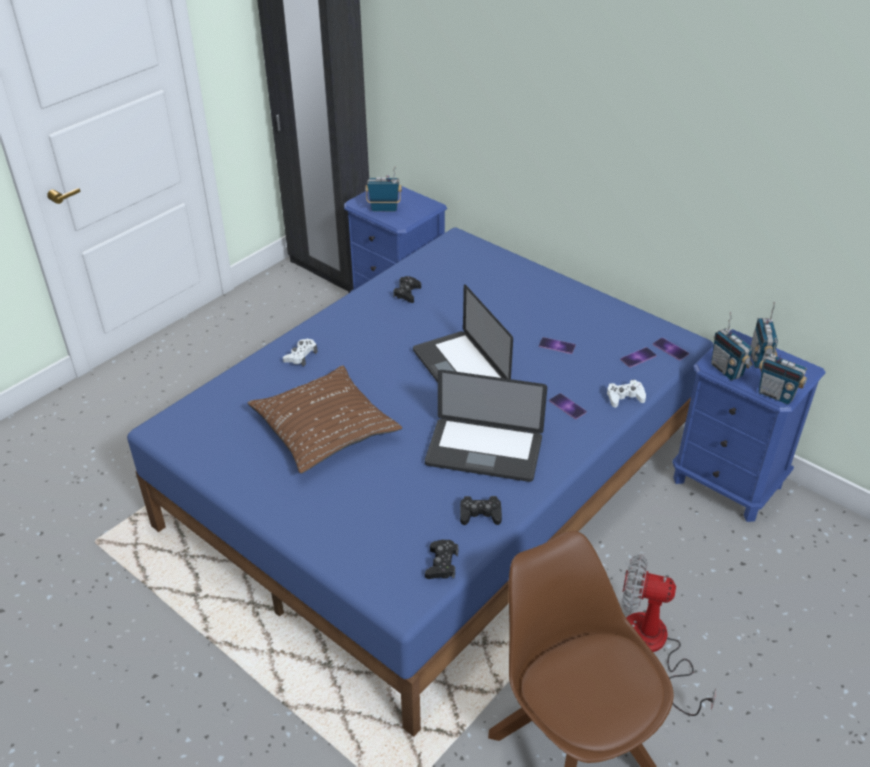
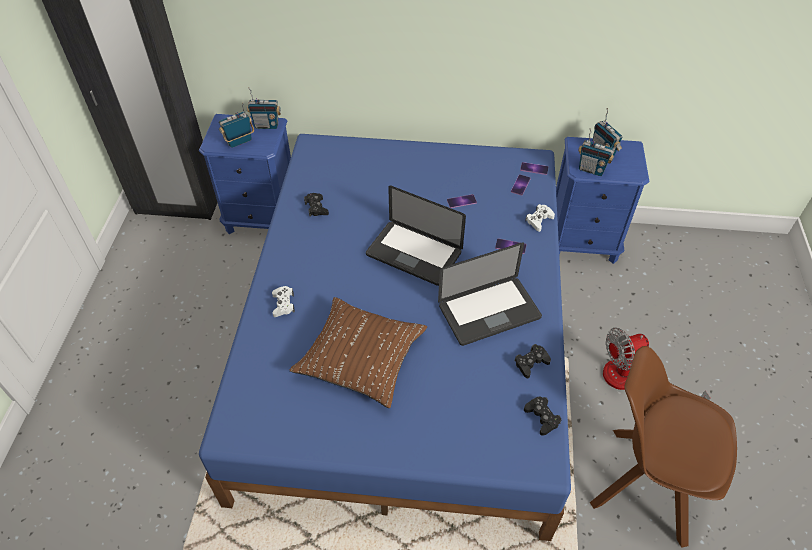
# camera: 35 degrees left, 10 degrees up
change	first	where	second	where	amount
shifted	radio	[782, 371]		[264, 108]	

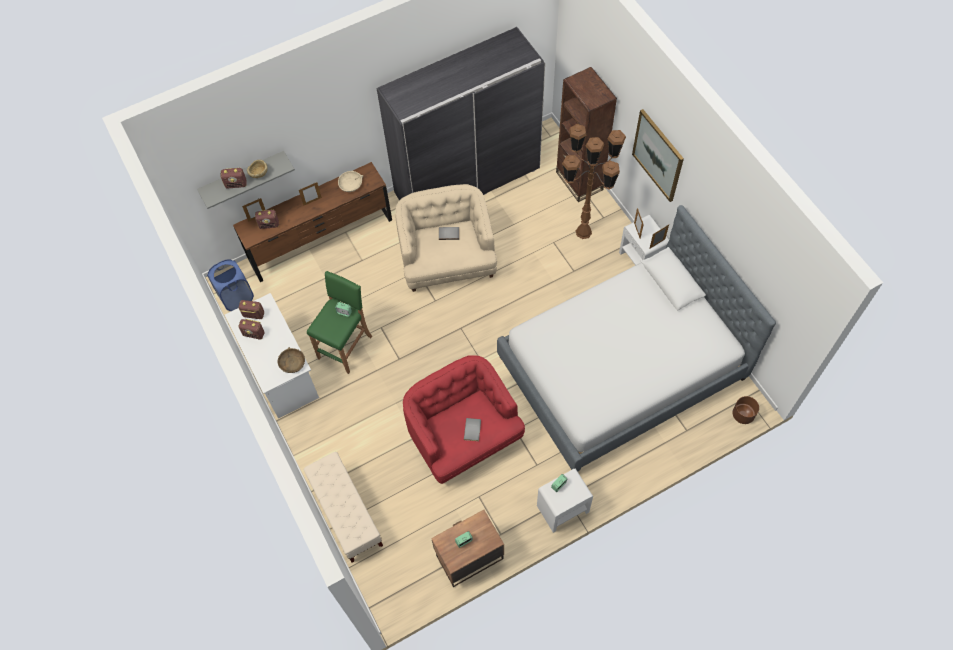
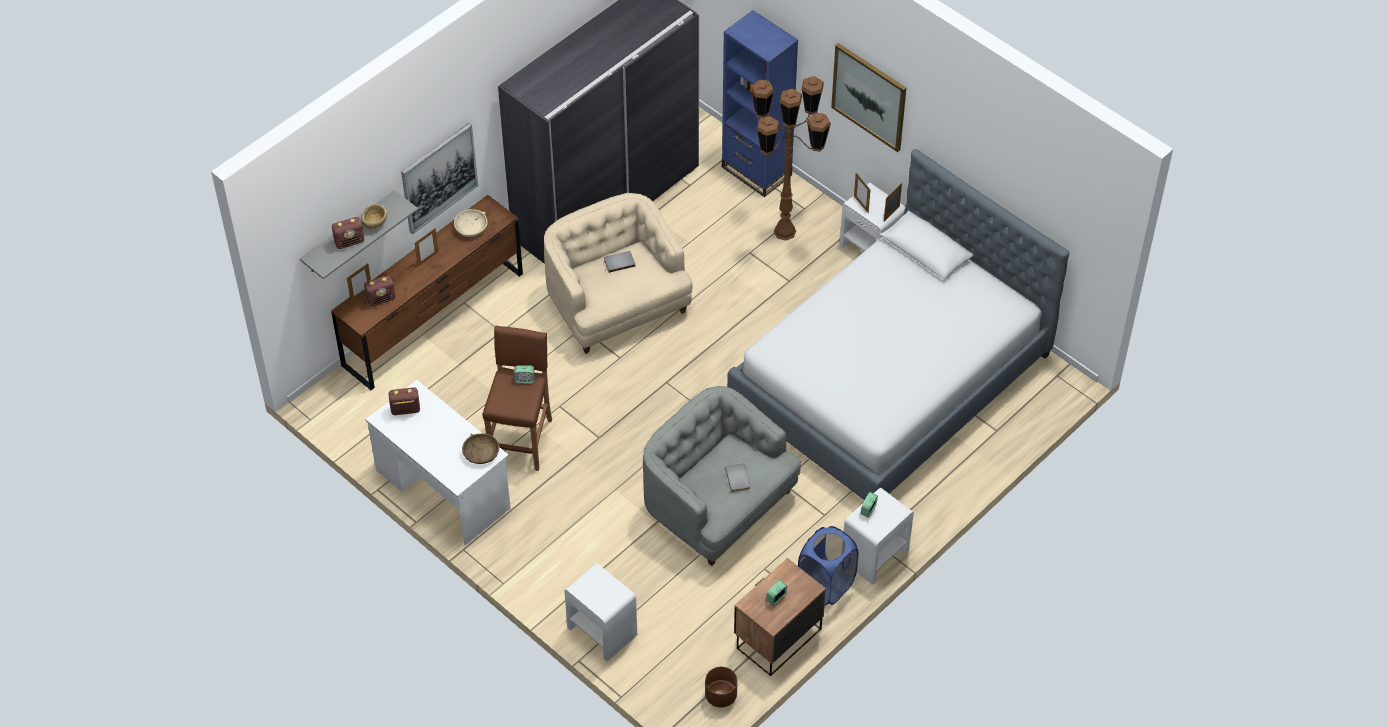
# camera: 20 degrees left, 10 degrees down
change	first	where	second	where	amount
shifted	blue_laundry_basket	[230, 285]		[828, 566]	
gone	radio	[251, 329]			
swapped	beige_bench	[343, 507]	white_nightstand	[600, 612]	
repainted	green_stool	[339, 322]	brown_stool	[517, 398]	
repainted	red_armchair	[464, 419]	grey_armchair	[722, 476]	
repainted	brown_bookcase	[586, 134]	blue_bookcase	[760, 103]	
shifted	brown_planter	[745, 410]		[721, 687]	
new			picture	[439, 178]	

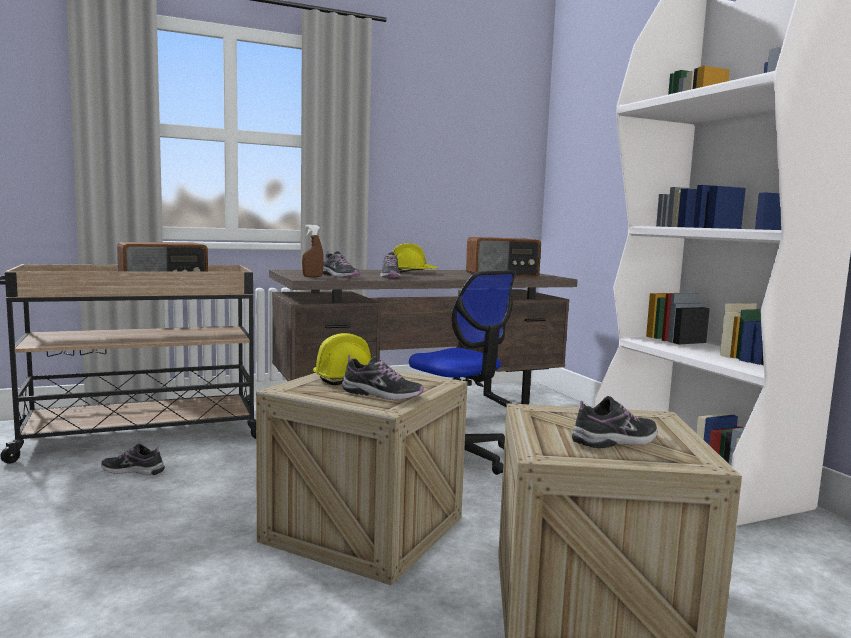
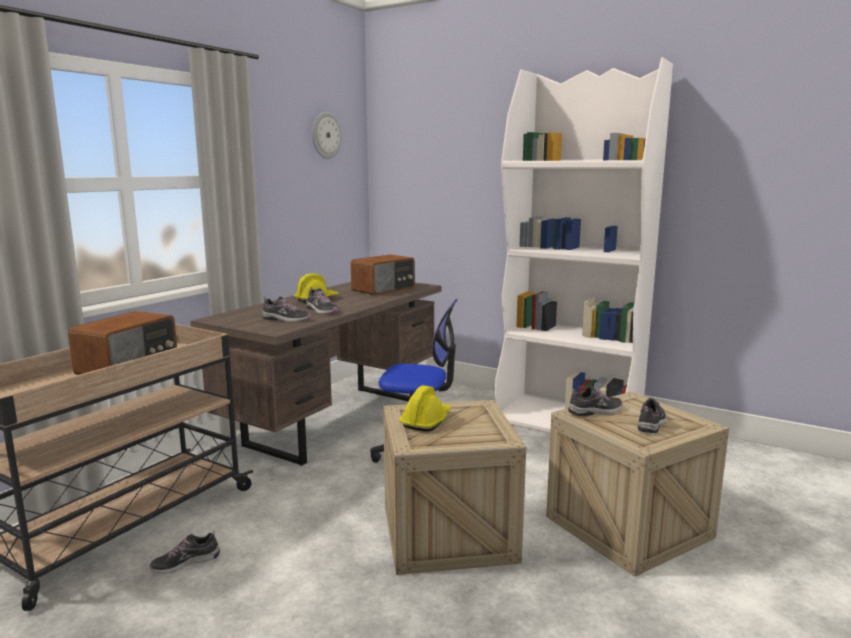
# camera: 35 degrees left, 5 degrees up
change	first	where	second	where	amount
gone	brown_spray_bottle	[313, 250]			
shifted	shoe	[383, 377]		[595, 400]	
new			wall_clock	[327, 135]	

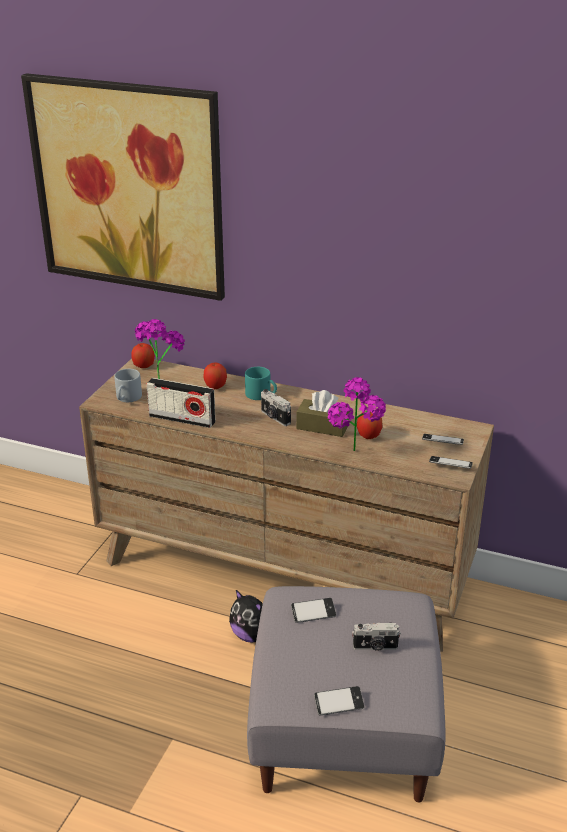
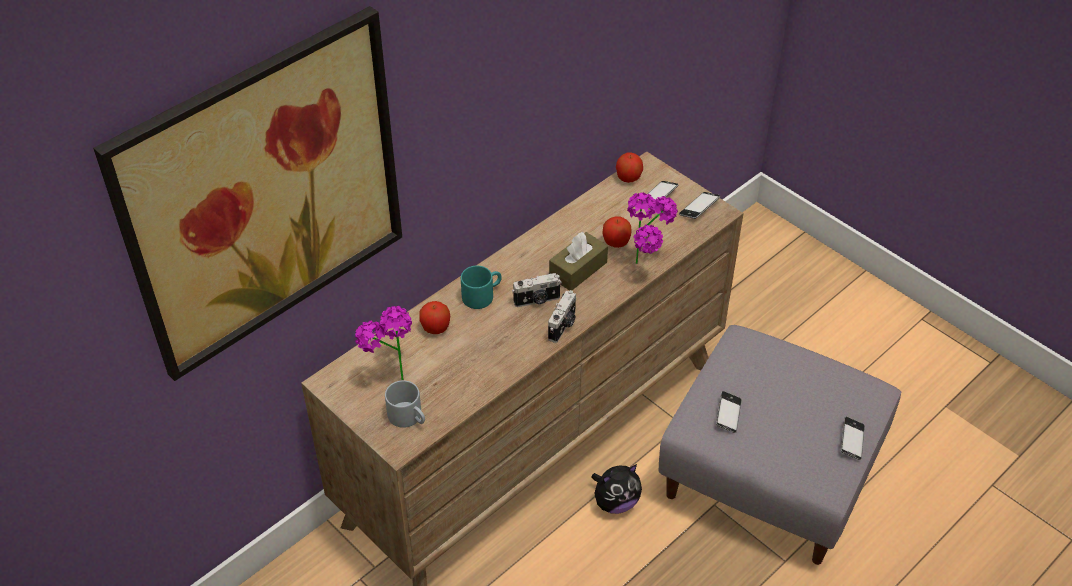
# camera: 65 degrees left, 15 degrees up
change	first	where	second	where	amount
shifted	apple	[143, 355]		[629, 167]	
gone	radio	[180, 403]			
shifted	photo_camera	[376, 637]		[562, 316]	

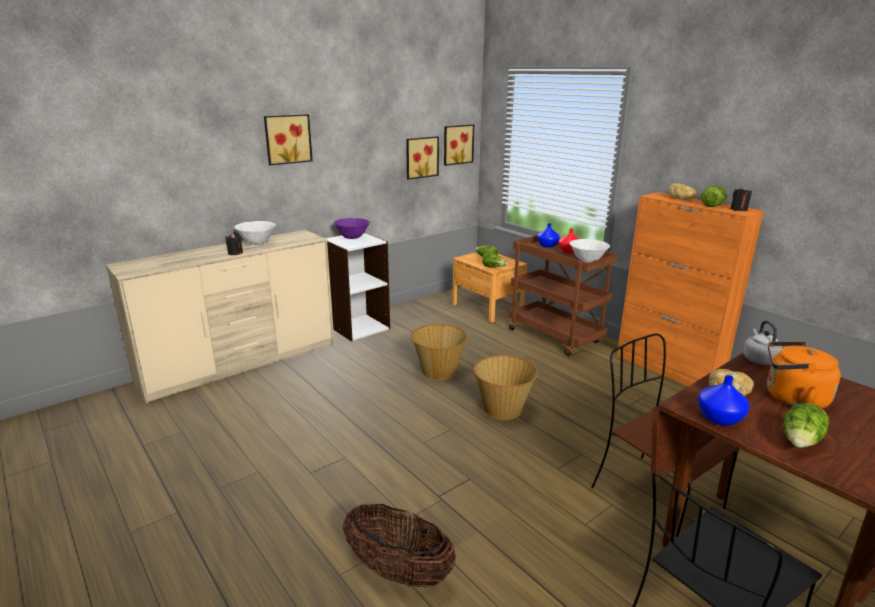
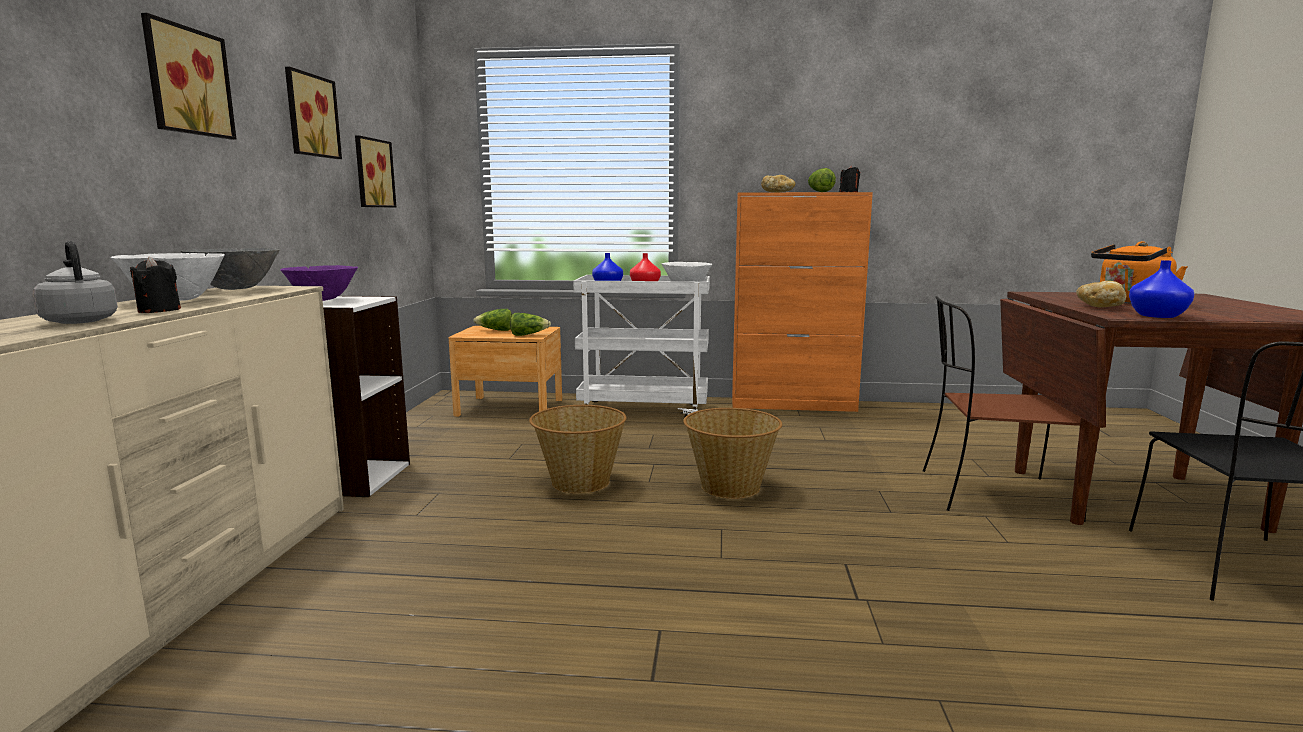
# camera: 45 degrees left, 10 degrees down
change	first	where	second	where	amount
gone	basket	[399, 545]			
shifted	picture	[459, 145]		[313, 113]	
repainted	brown_cart	[563, 295]	white_cart	[641, 346]	
shifted	grey_kettle	[762, 343]		[75, 282]	
gone	lettuce	[806, 425]			
new			grey_bowl	[230, 269]	

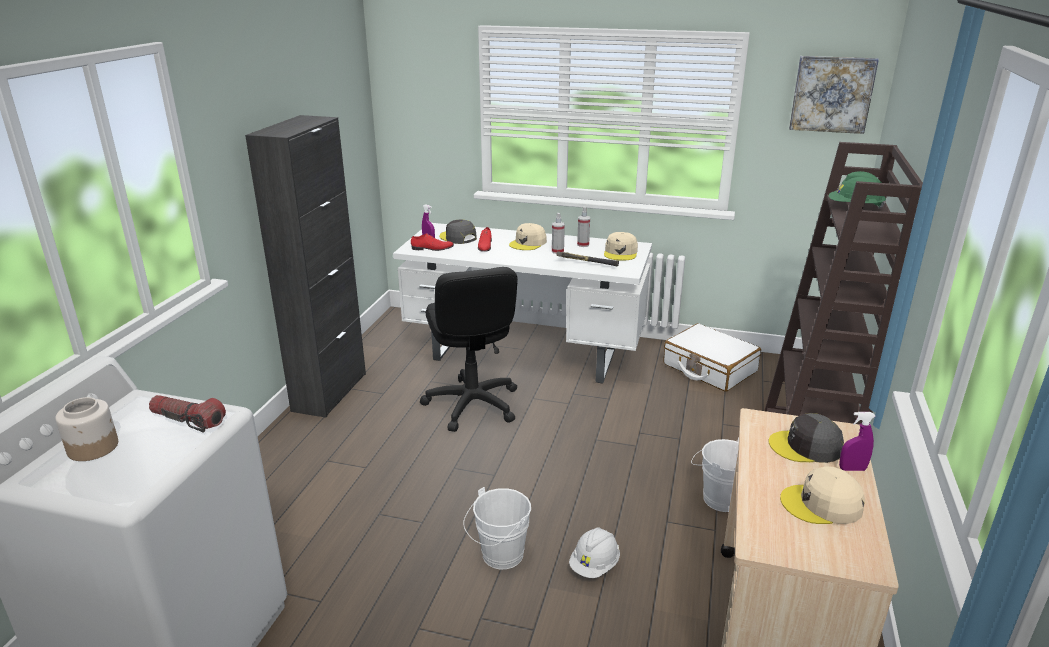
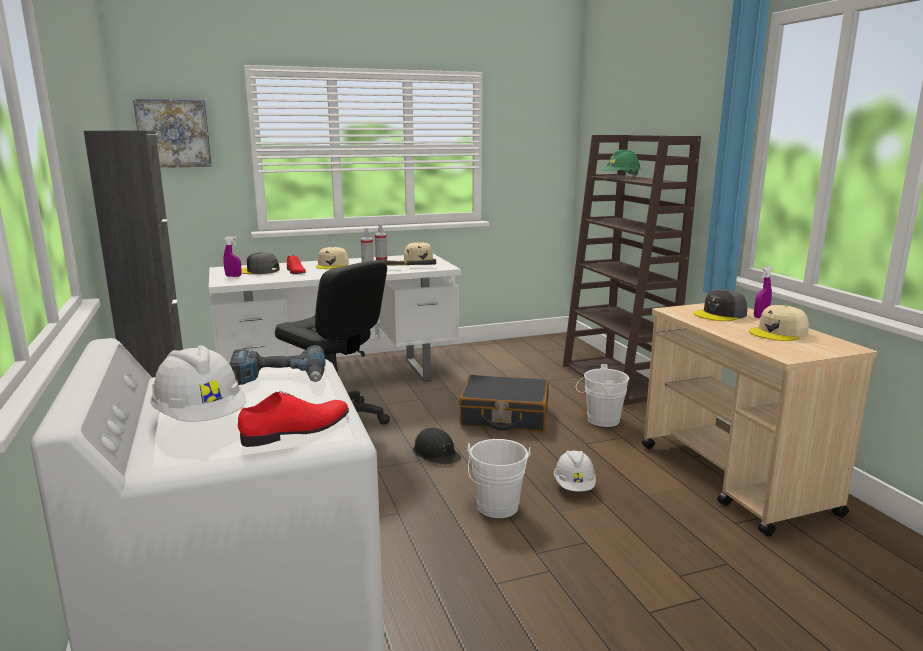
# camera: 35 degrees left, 10 degrees down
change	first	where	second	where	amount
swapped	jar	[86, 429]	white_hard_hat	[198, 383]	
swapped	flashlight	[187, 414]	power_drill	[278, 365]	
shifted	red_shoe	[432, 242]		[293, 419]	
gone	white_suitcase	[712, 357]			
shifted	picture	[834, 95]		[172, 133]	
new			black_hard_hat	[437, 446]	
new			black_suitcase	[504, 403]	

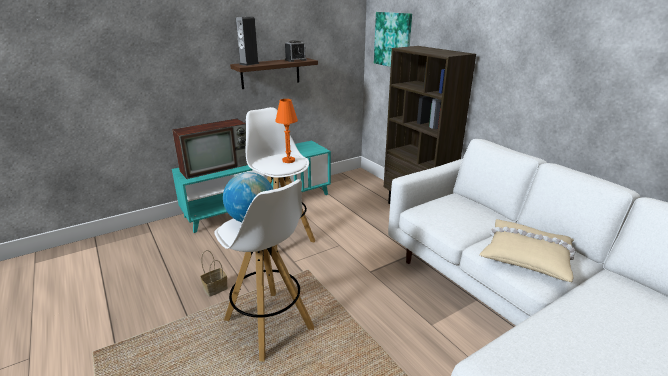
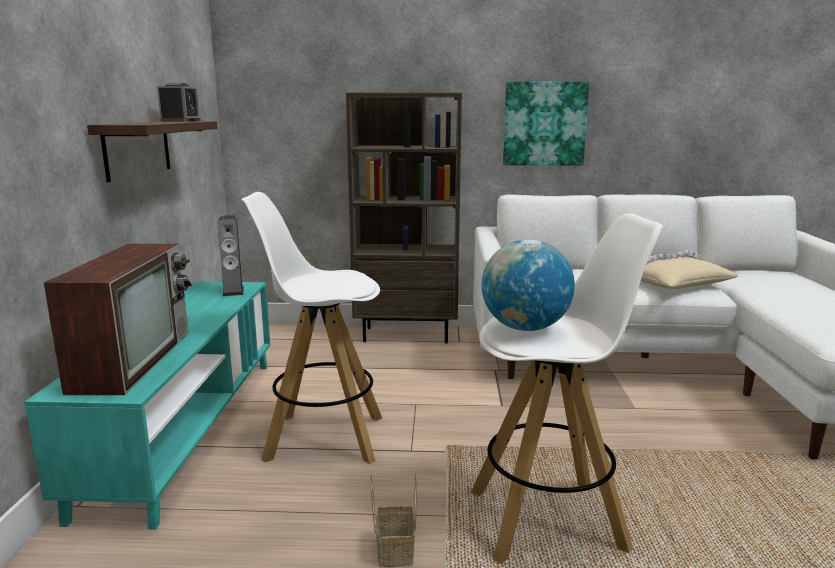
# camera: 55 degrees left, 10 degrees down
change	first	where	second	where	amount
shifted	speaker	[248, 41]		[231, 255]	
gone	orange_table_lamp	[286, 131]			
shifted	picture	[393, 39]		[546, 123]	

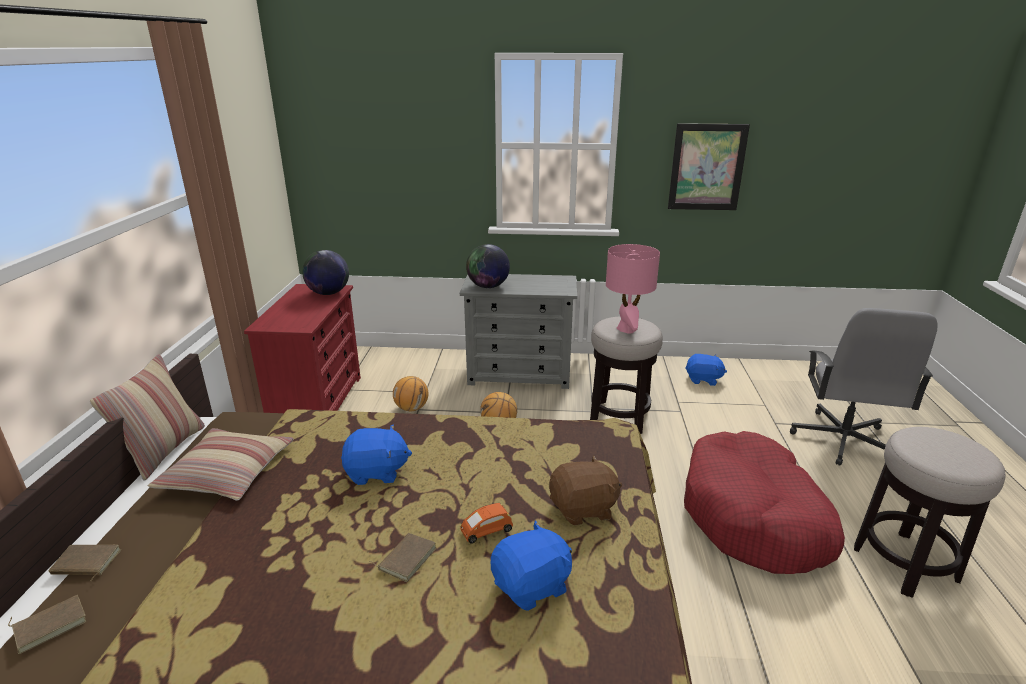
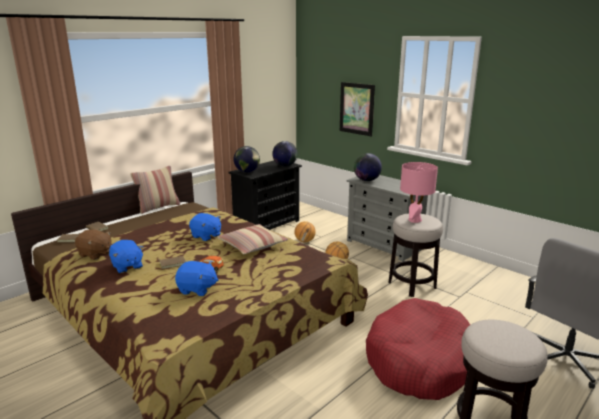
# camera: 40 degrees right, 5 degrees down
change	first	where	second	where	amount
shifted	pillow	[221, 464]		[252, 239]	
repainted	red_dresser	[302, 348]	black_dresser	[265, 195]	
shifted	brown_plush_toy	[585, 490]		[93, 245]	
shifted	picture	[709, 166]		[357, 109]	
shifted	blue_plush_toy	[706, 370]		[126, 256]	
new			globe	[247, 159]	

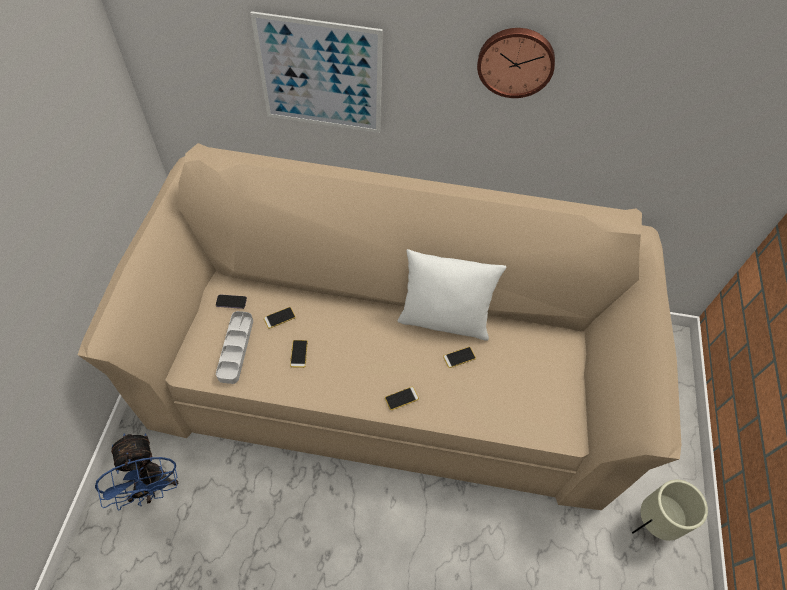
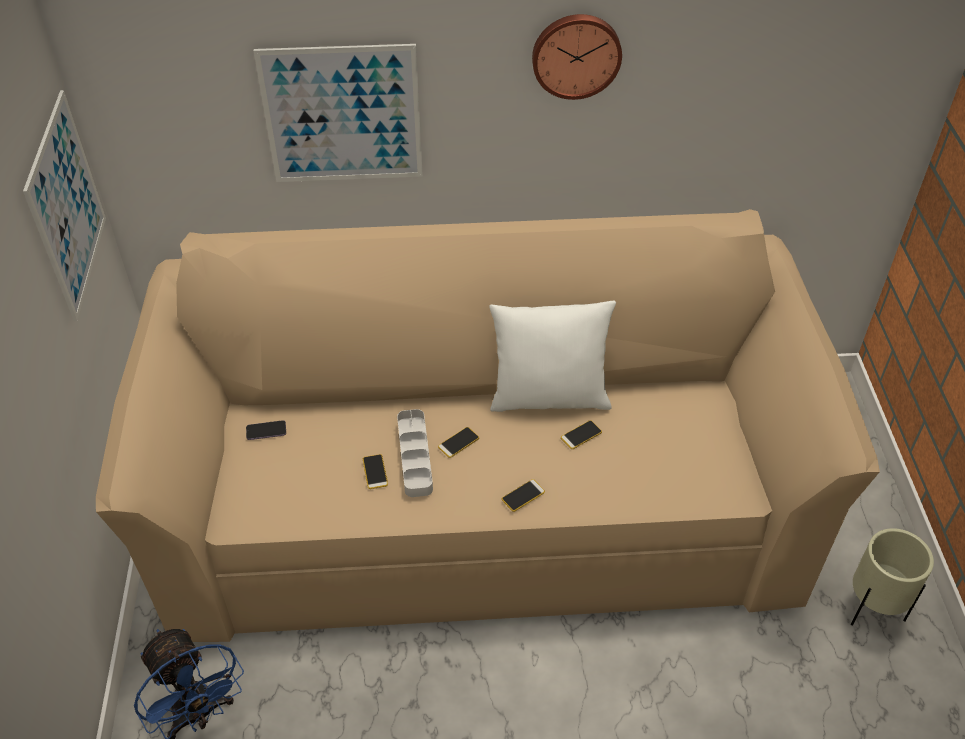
# camera: 10 degrees left, 10 degrees down
change	first	where	second	where	amount
shifted	grey_tray	[234, 347]		[415, 453]	
shifted	phone	[280, 318]		[458, 442]	
new			picture	[64, 205]	

